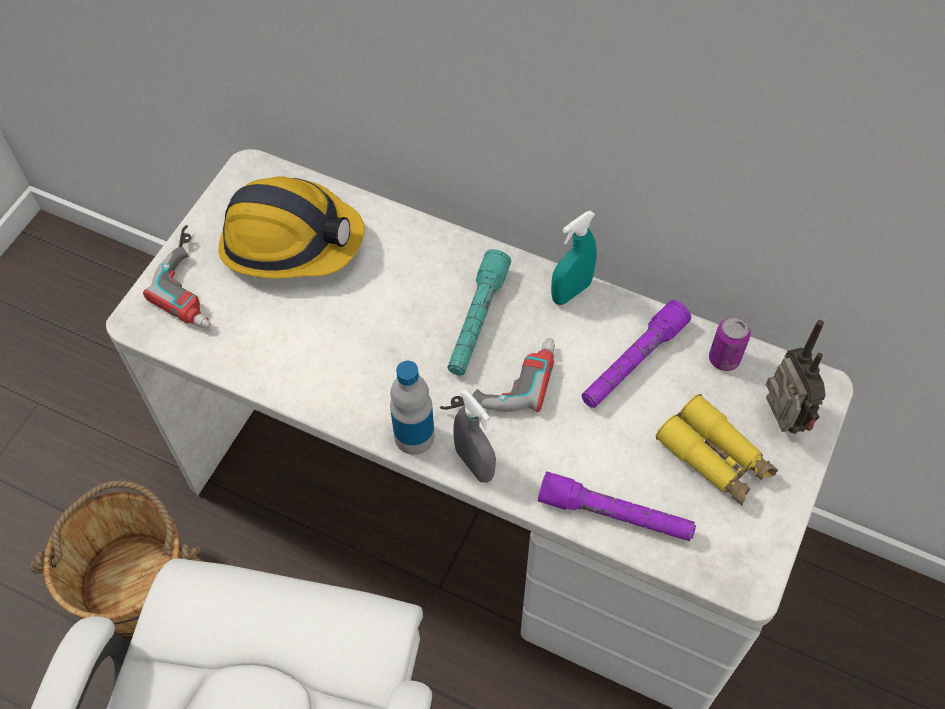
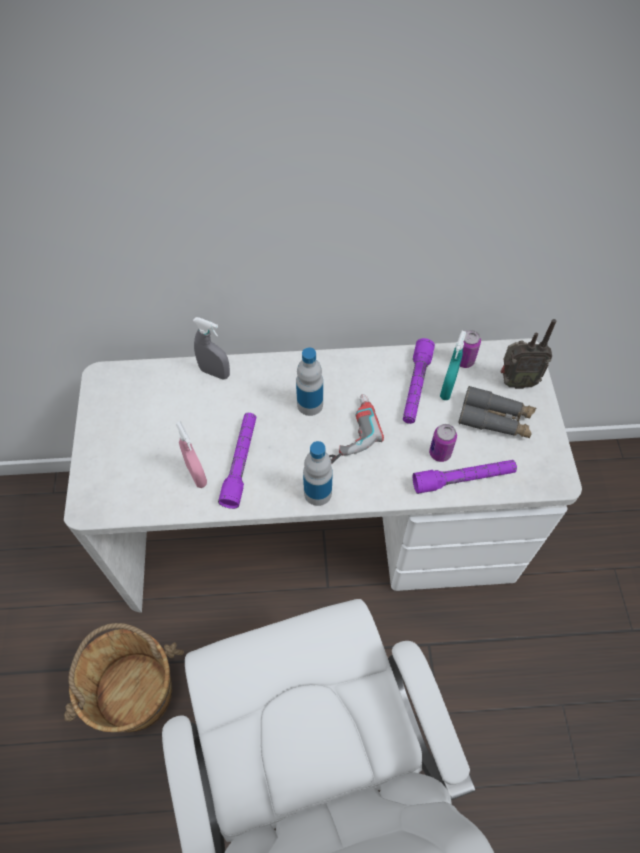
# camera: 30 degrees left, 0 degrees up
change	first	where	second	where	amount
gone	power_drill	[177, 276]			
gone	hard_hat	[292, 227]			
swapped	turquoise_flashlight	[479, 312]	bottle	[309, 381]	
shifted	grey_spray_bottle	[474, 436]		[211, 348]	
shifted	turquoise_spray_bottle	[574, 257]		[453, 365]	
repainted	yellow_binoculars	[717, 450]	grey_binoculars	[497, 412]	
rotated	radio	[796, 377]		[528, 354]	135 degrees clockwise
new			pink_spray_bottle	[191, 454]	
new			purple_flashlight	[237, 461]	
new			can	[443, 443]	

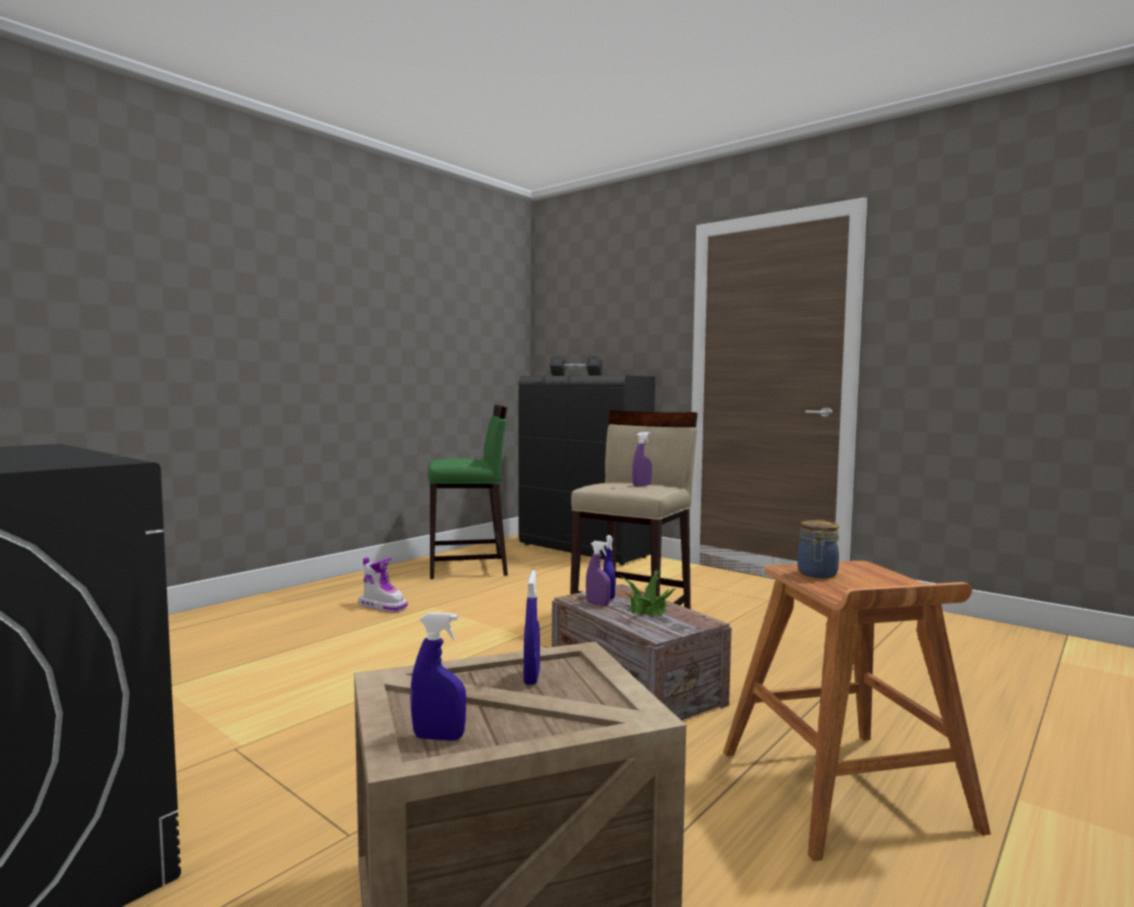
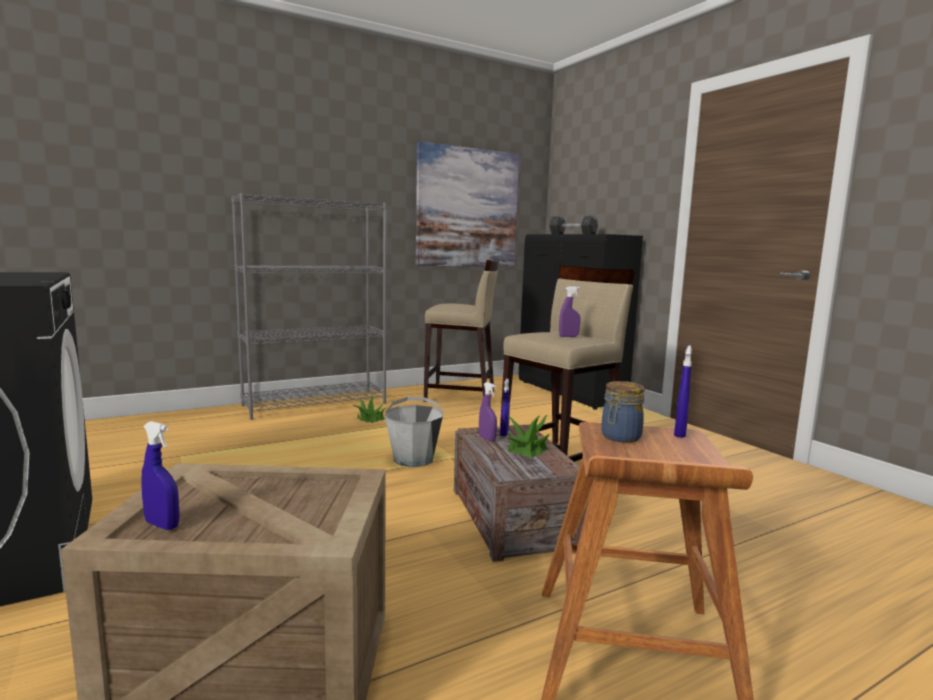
# camera: 20 degrees right, 5 degrees up
change	first	where	second	where	amount
swapped	boot	[383, 585]	potted_plant	[370, 409]	
repainted	green_stool	[468, 491]	beige_stool	[461, 330]	
shifted	blue_spray_bottle	[532, 627]		[683, 392]	
new			grey_bookcase	[309, 306]	
new			grey_bucket	[414, 432]	
new			picture	[467, 204]	

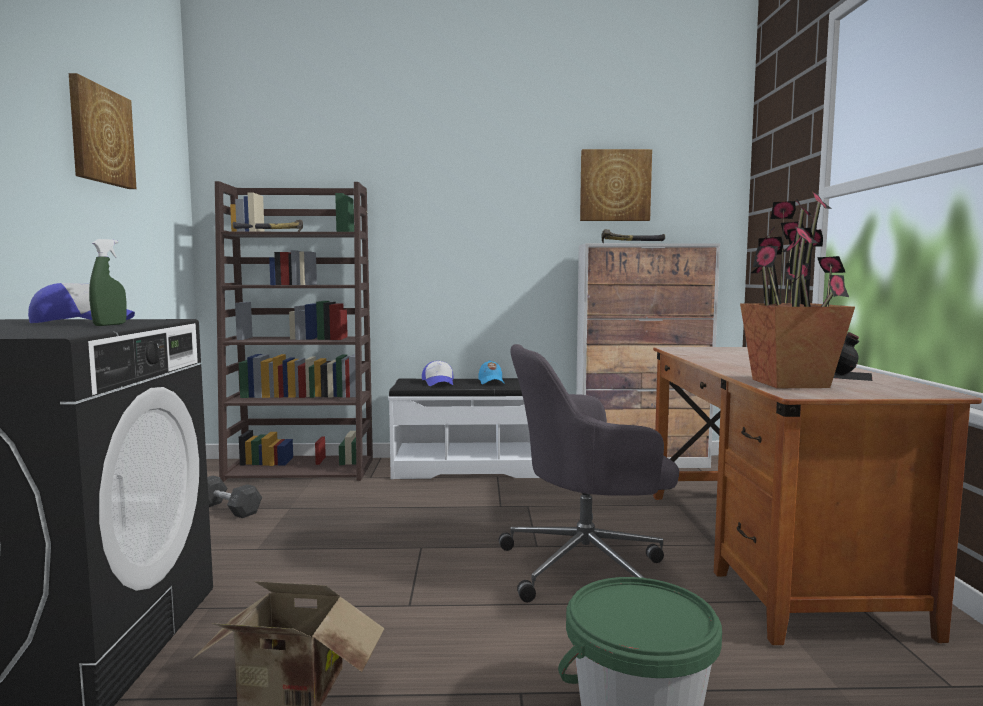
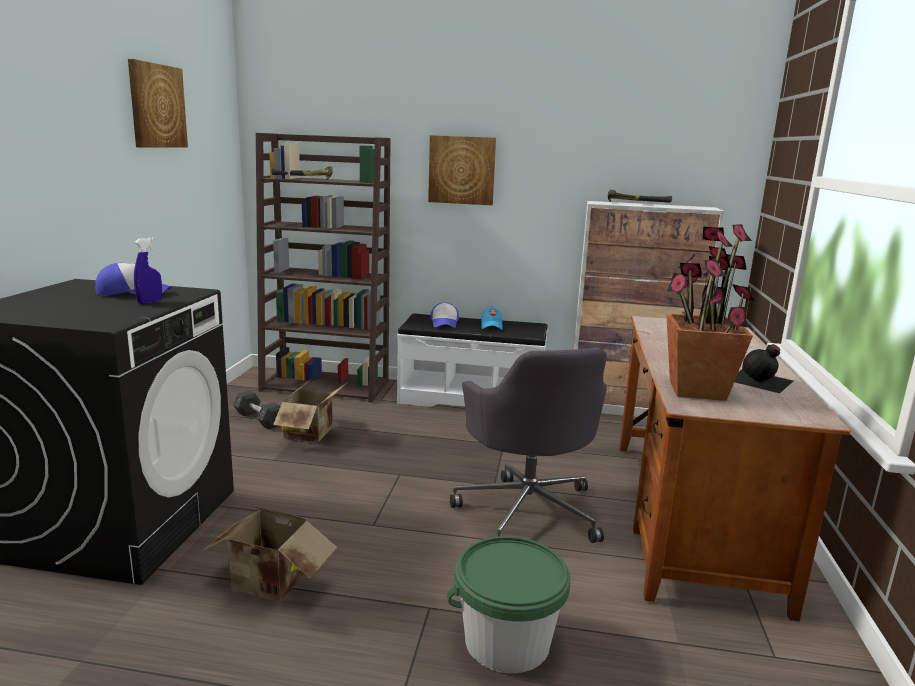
# camera: 10 degrees right, 10 degrees up
change	first	where	second	where	amount
repainted	green_spray_bottle	[108, 282]	blue_spray_bottle	[148, 271]	
rotated	grey_office_chair	[589, 473]		[528, 445]	105 degrees counterclockwise
shifted	picture	[616, 185]		[462, 170]	
new			cardboard_box	[309, 411]	

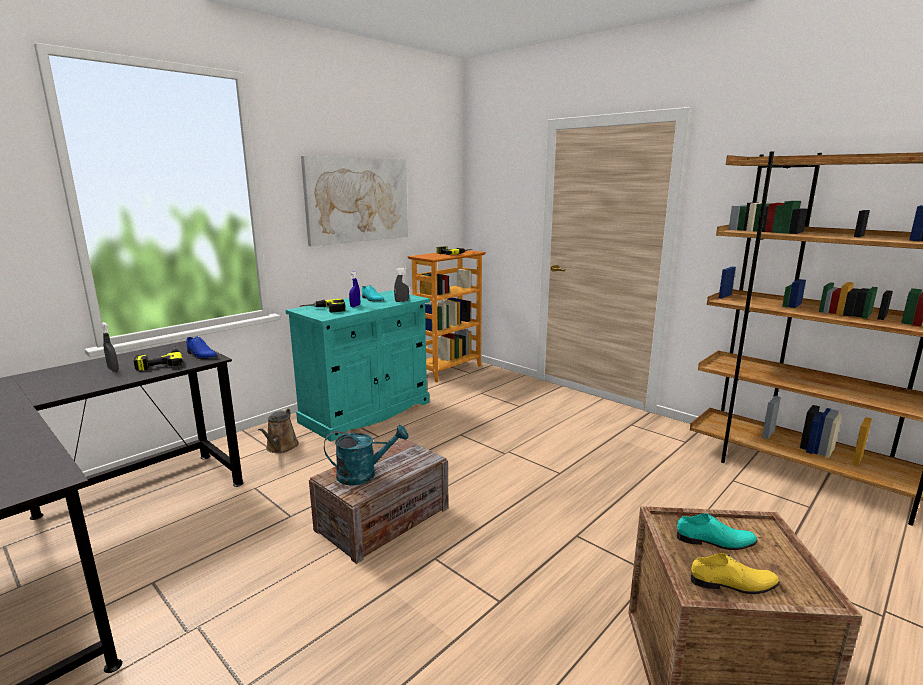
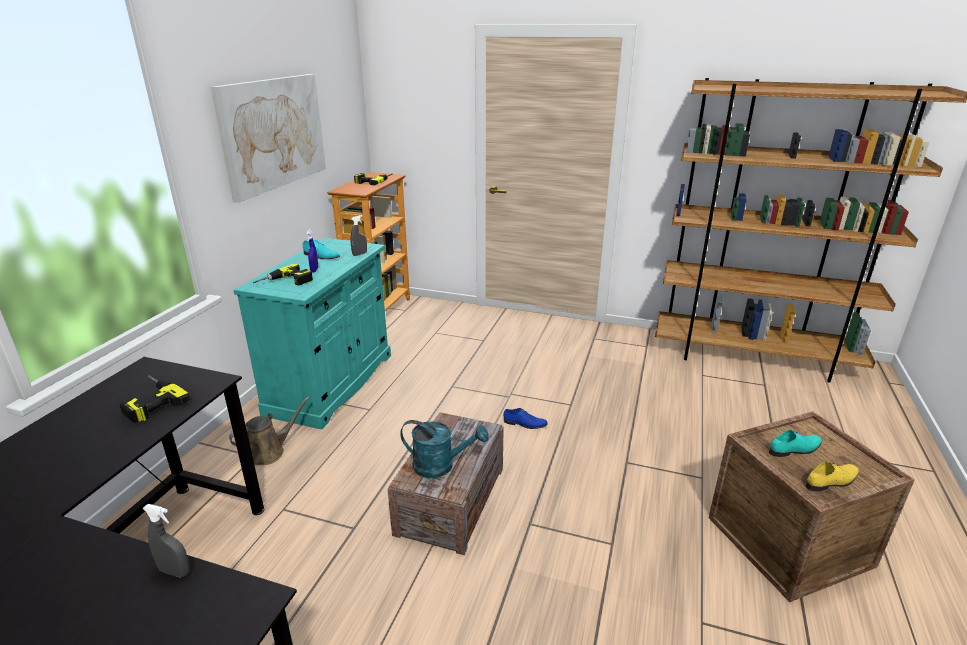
# camera: 25 degrees left, 10 degrees up
change	first	where	second	where	amount
shifted	grey_spray_bottle	[110, 346]		[166, 540]	
shifted	blue_shoe	[201, 347]		[525, 418]	
rotated	brown_watering_can	[278, 430]		[269, 431]	105 degrees counterclockwise
rotated	turquoise_watering_can	[366, 455]		[444, 449]	45 degrees clockwise

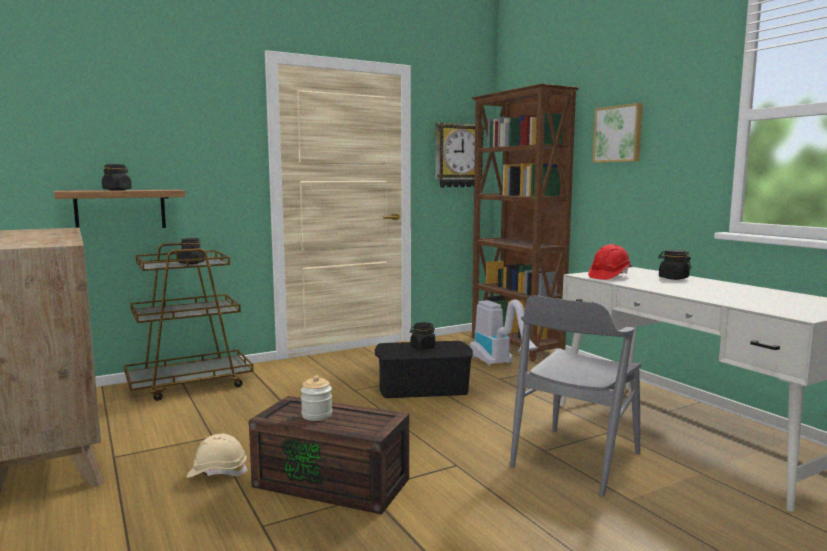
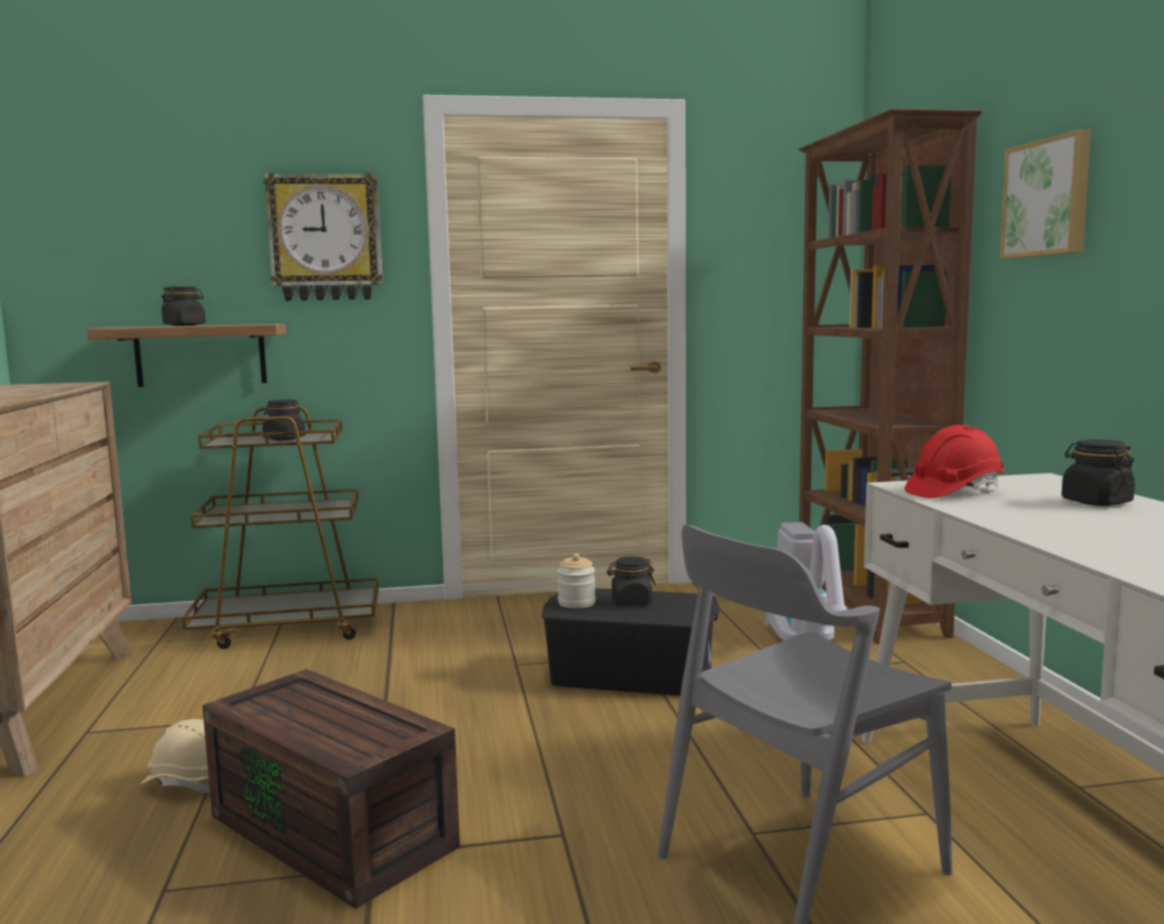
# camera: 20 degrees right, 0 degrees up
change	first	where	second	where	amount
shifted	jar	[316, 398]		[576, 581]	
shifted	wall_clock	[460, 154]		[323, 237]	

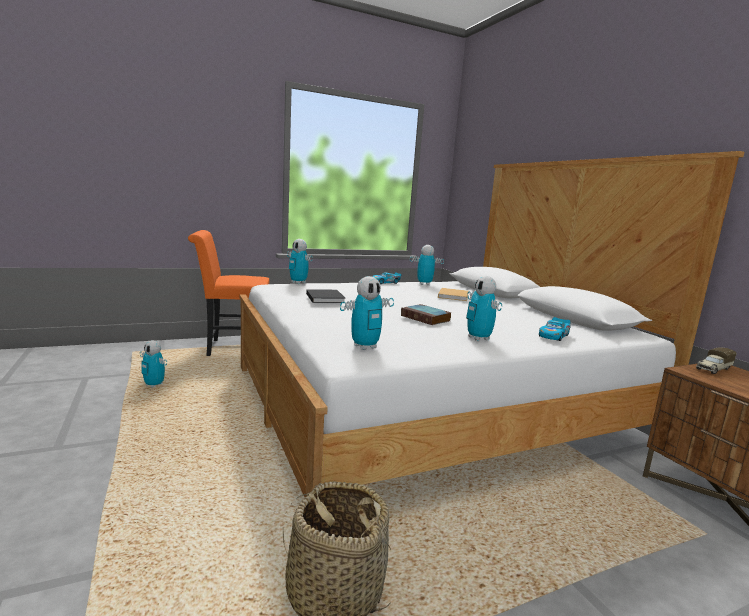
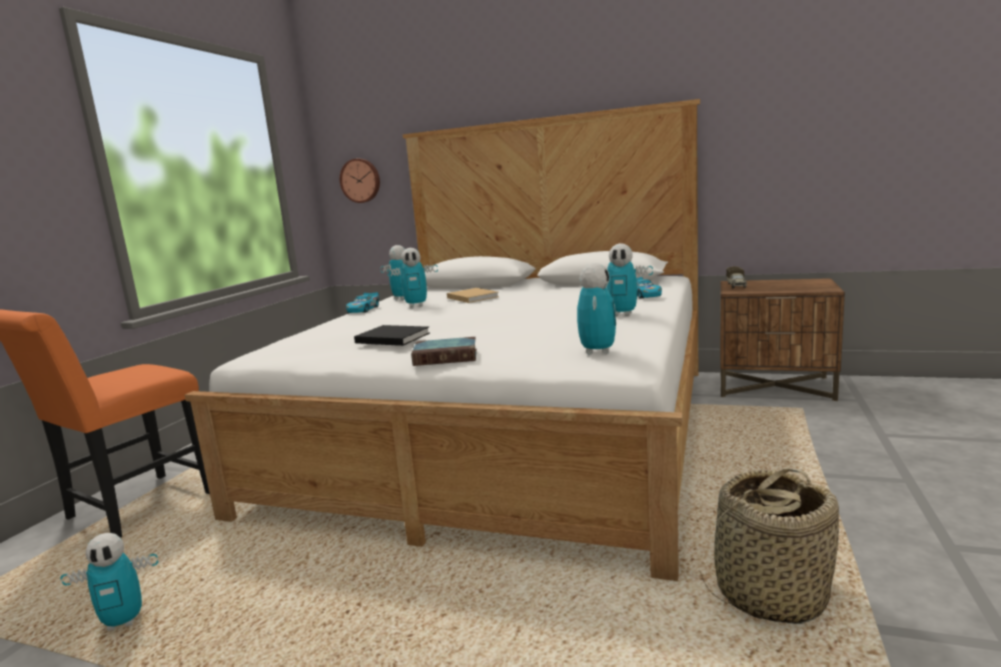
# camera: 45 degrees left, 0 degrees up
change	first	where	second	where	amount
shifted	toy_robot	[300, 261]		[412, 278]	
shifted	book	[426, 314]		[444, 351]	
new			wall_clock	[360, 181]	

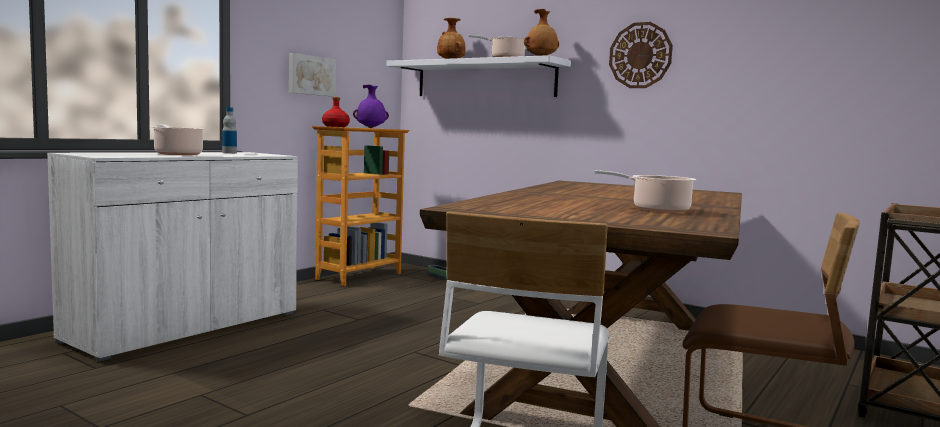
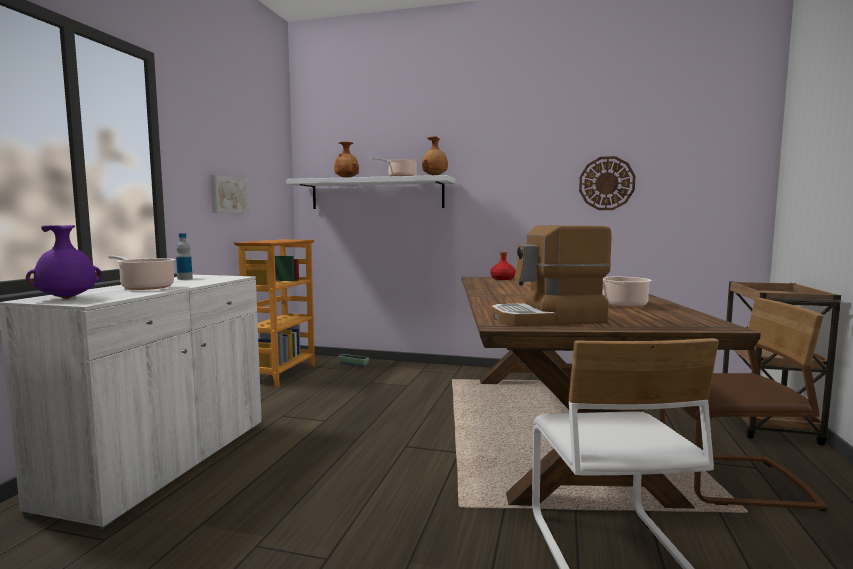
# camera: 20 degrees left, 0 degrees up
change	first	where	second	where	amount
shifted	red_bottle	[336, 112]		[503, 266]	
shifted	purple_vase	[371, 106]		[64, 262]	
shifted	wall_clock	[641, 55]		[607, 183]	
new			coffee_machine	[551, 275]	

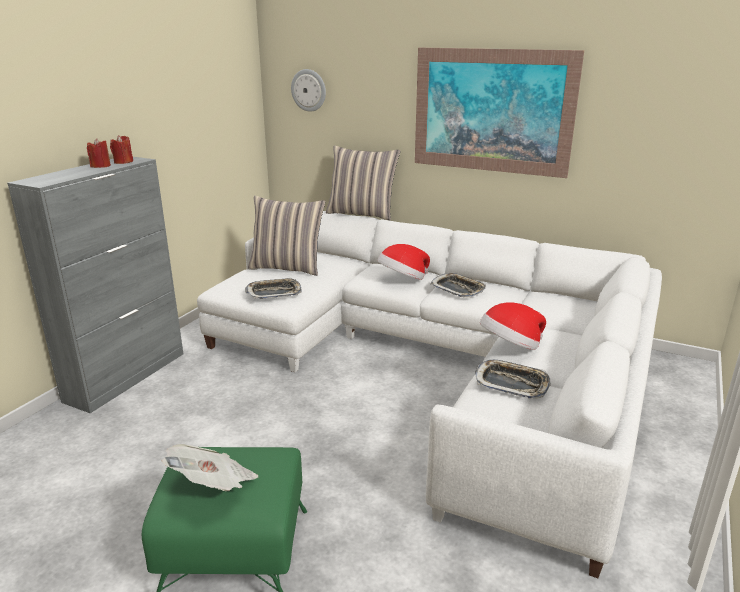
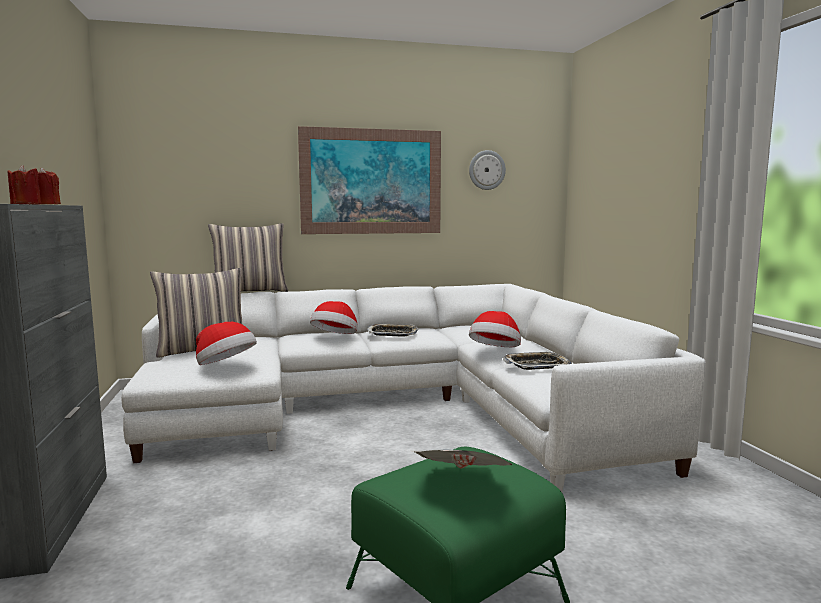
# camera: 40 degrees left, 15 degrees down
change	first	where	second	where	amount
swapped	tray	[273, 288]	hat	[226, 343]	
shifted	wall_clock	[308, 90]		[487, 170]	

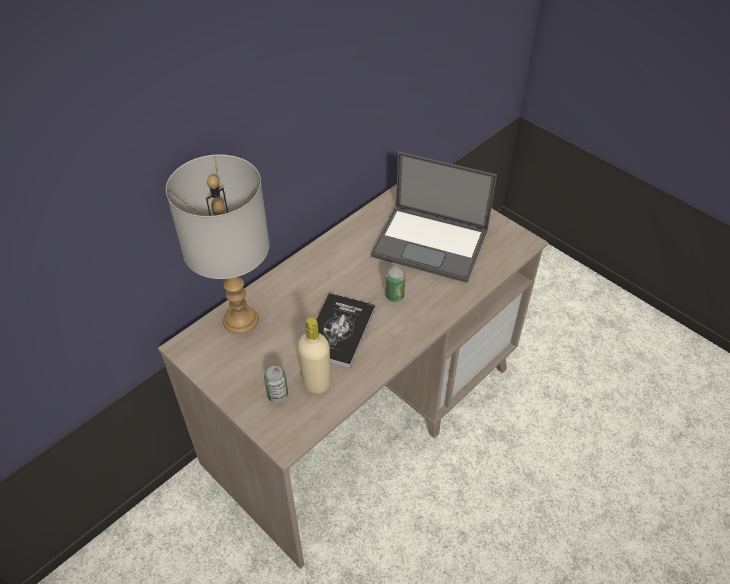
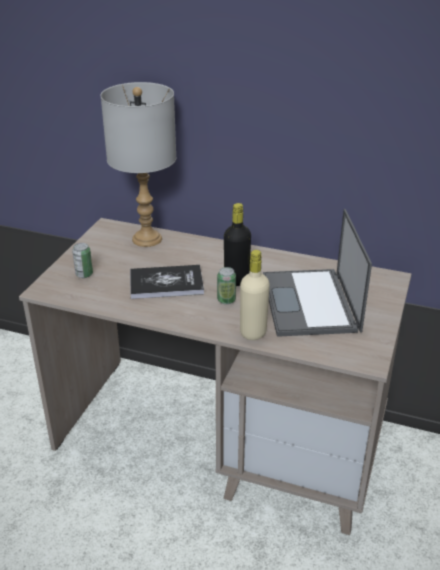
# camera: 65 degrees right, 15 degrees down
change	first	where	second	where	amount
shifted	beige_bottle	[314, 355]		[255, 295]	
new			black_bottle	[237, 244]	

